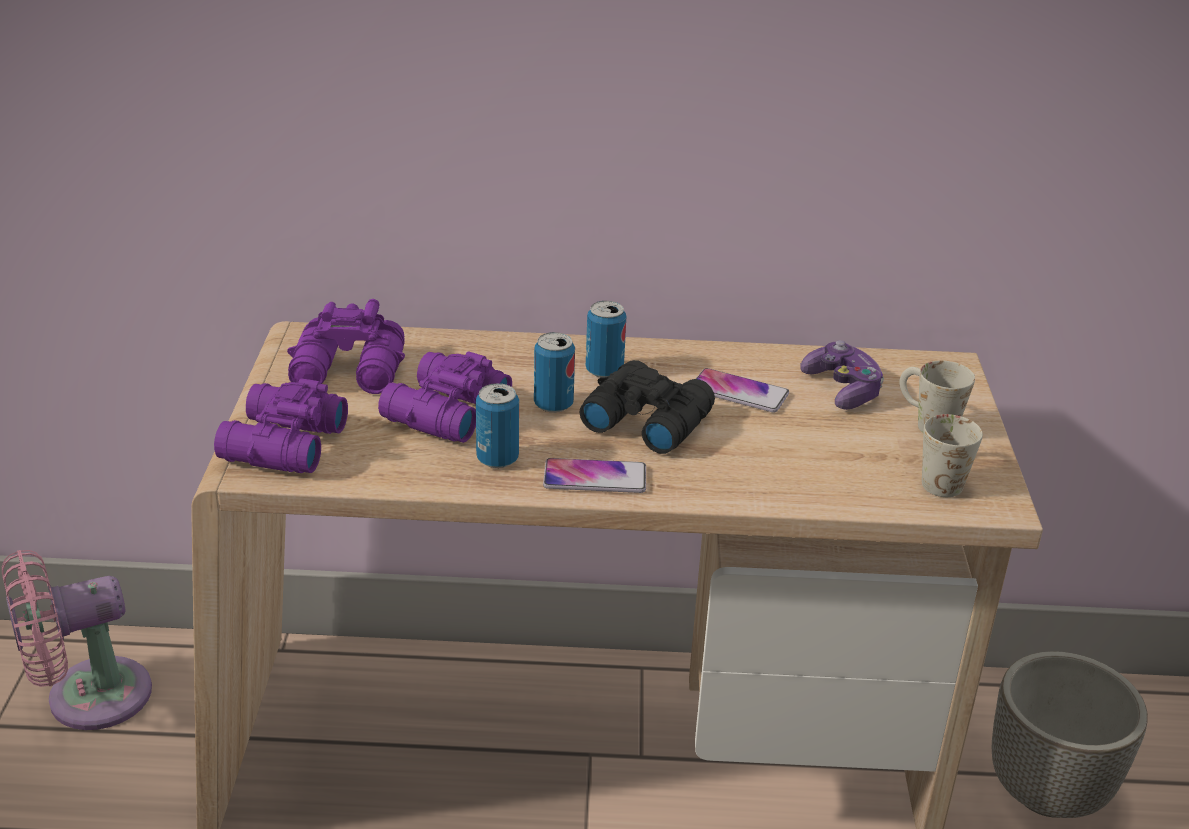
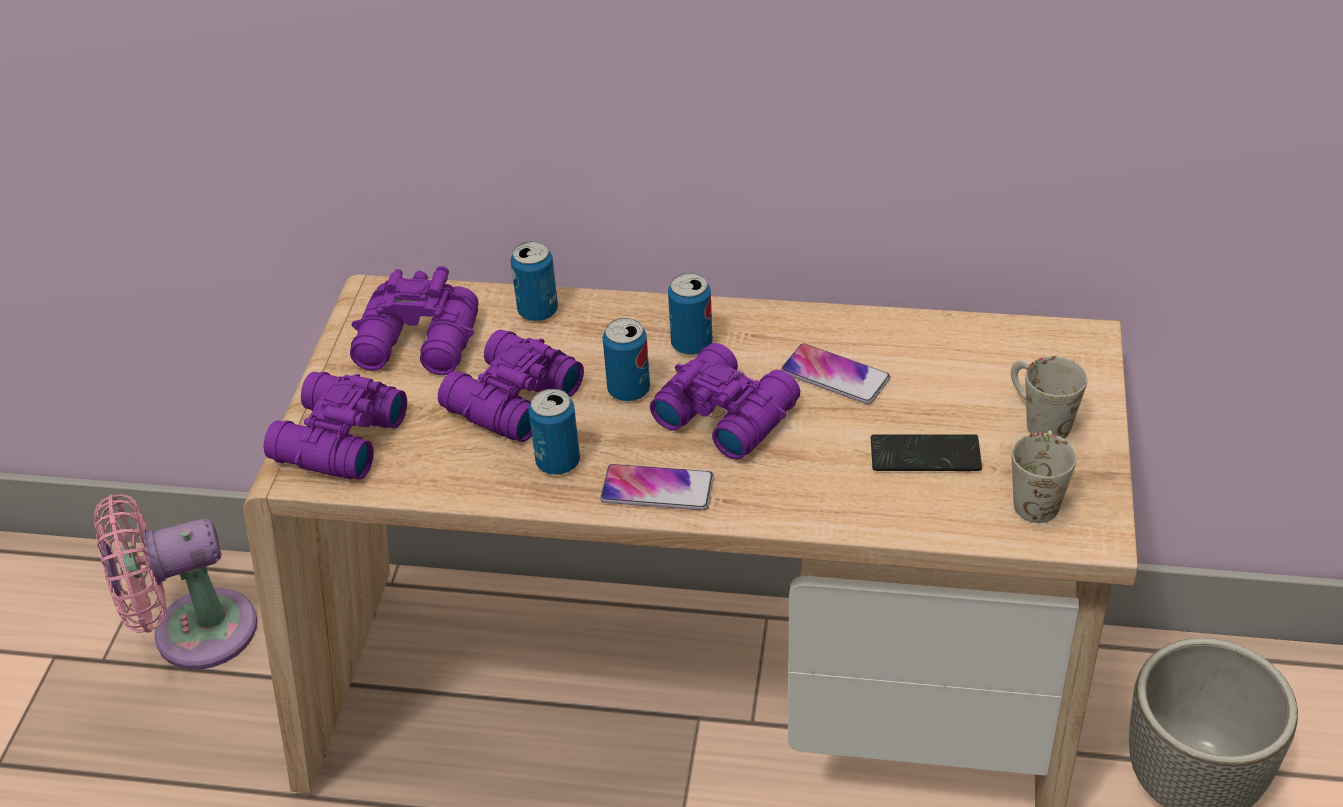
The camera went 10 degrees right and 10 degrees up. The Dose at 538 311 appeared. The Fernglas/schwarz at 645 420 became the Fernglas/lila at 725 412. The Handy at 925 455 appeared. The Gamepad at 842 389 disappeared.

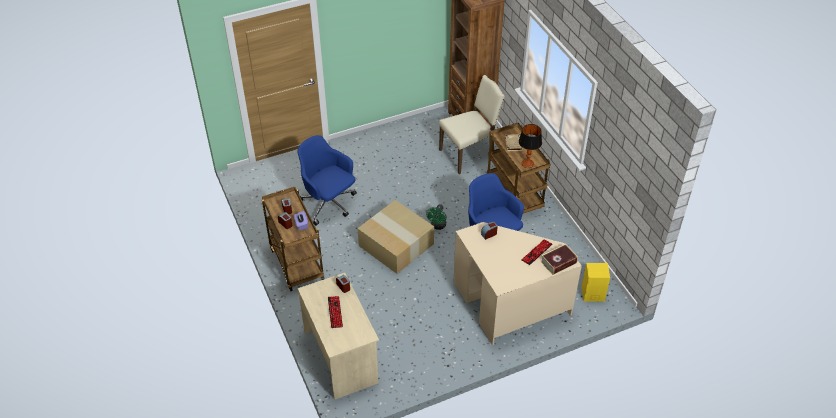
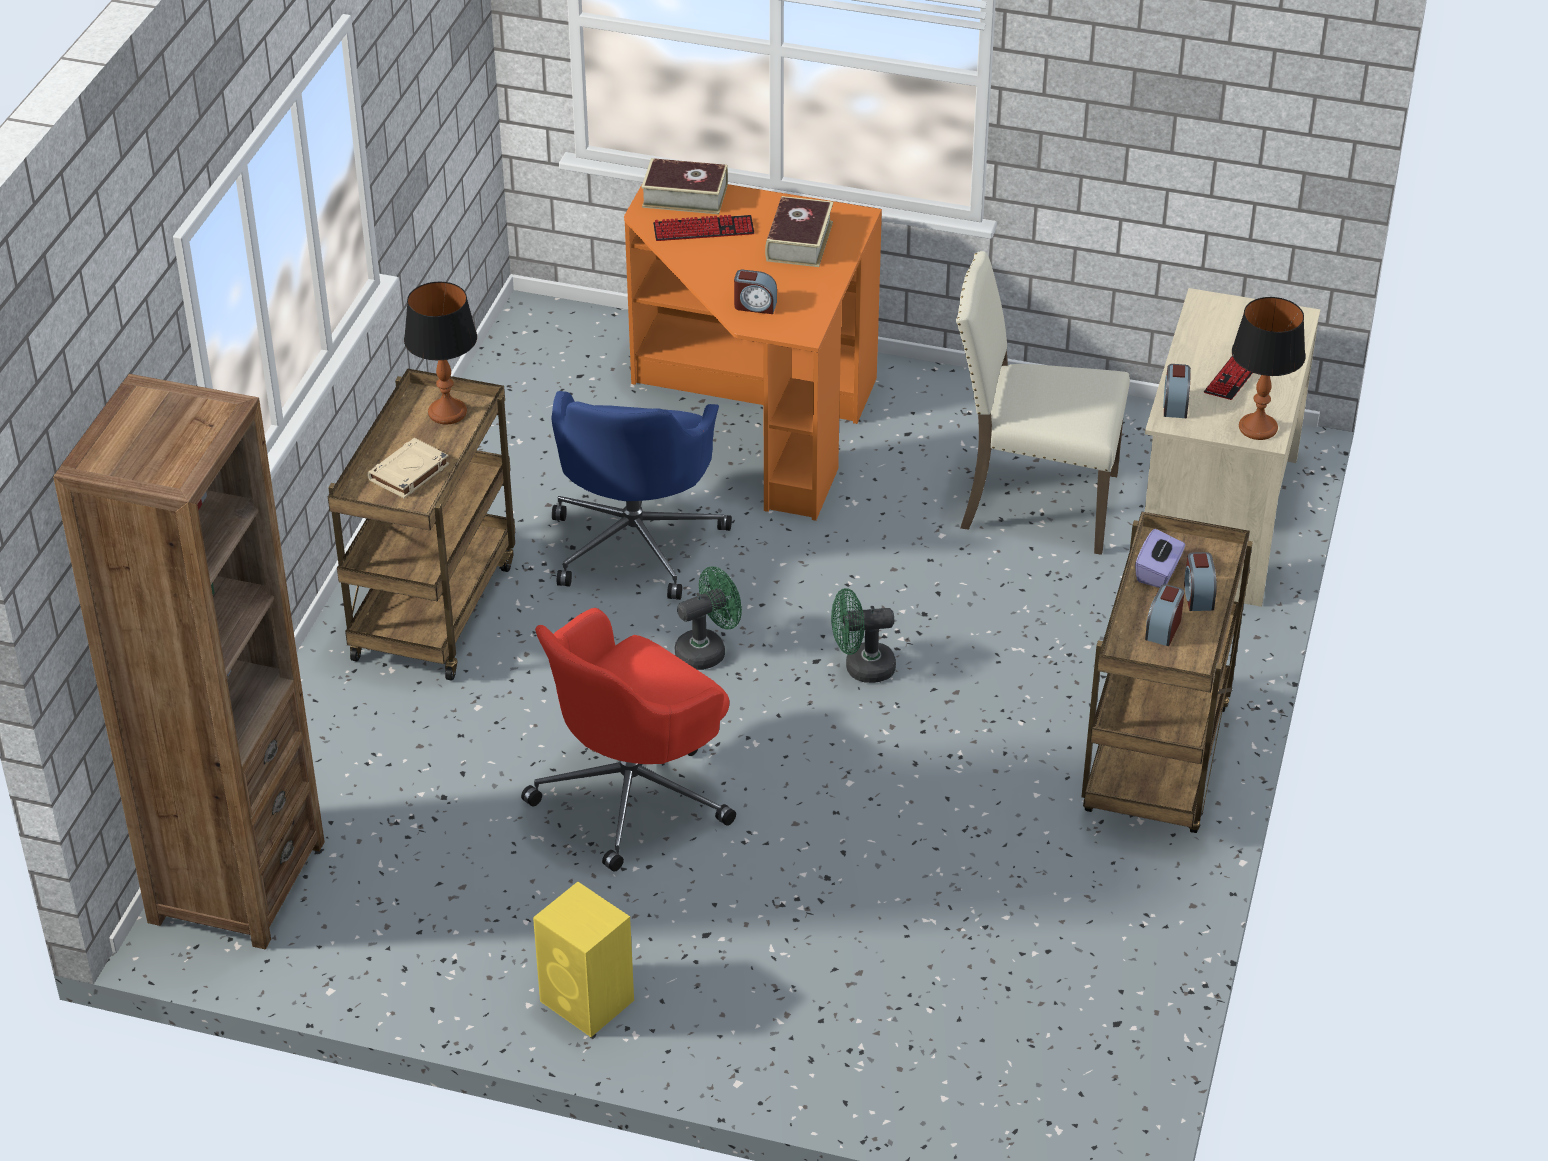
The camera went 140 degrees left and 5 degrees down. The Bürostuhl/rot at 634 793 appeared. The Lautsprecher/gelb moved from 592 294 to 588 1002. The Schreibtisch/beige at 509 305 became the Schreibtisch/orange at 754 418. The Buch at 799 241 appeared. The Karton at 395 245 was replaced by the Ventilator/grün at 861 668. The Stuhl/beige moved from 469 154 to 1034 503. The Tischlampe at 1258 428 appeared. The Bürostuhl/blau at 329 204 disappeared.

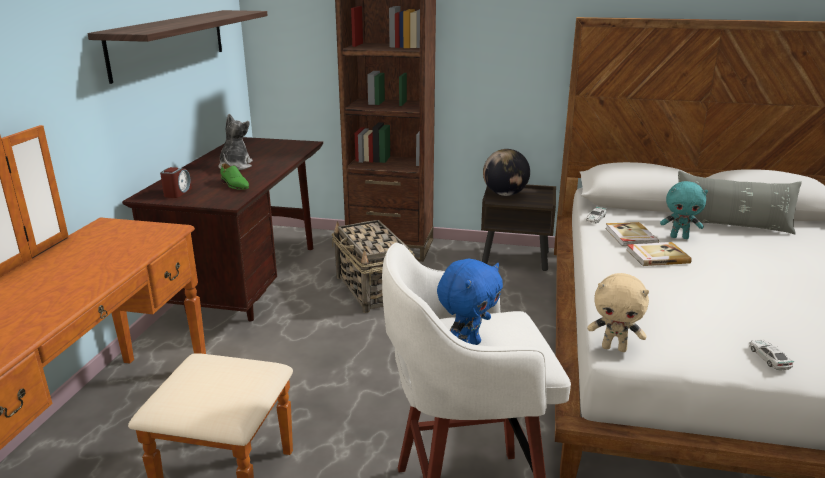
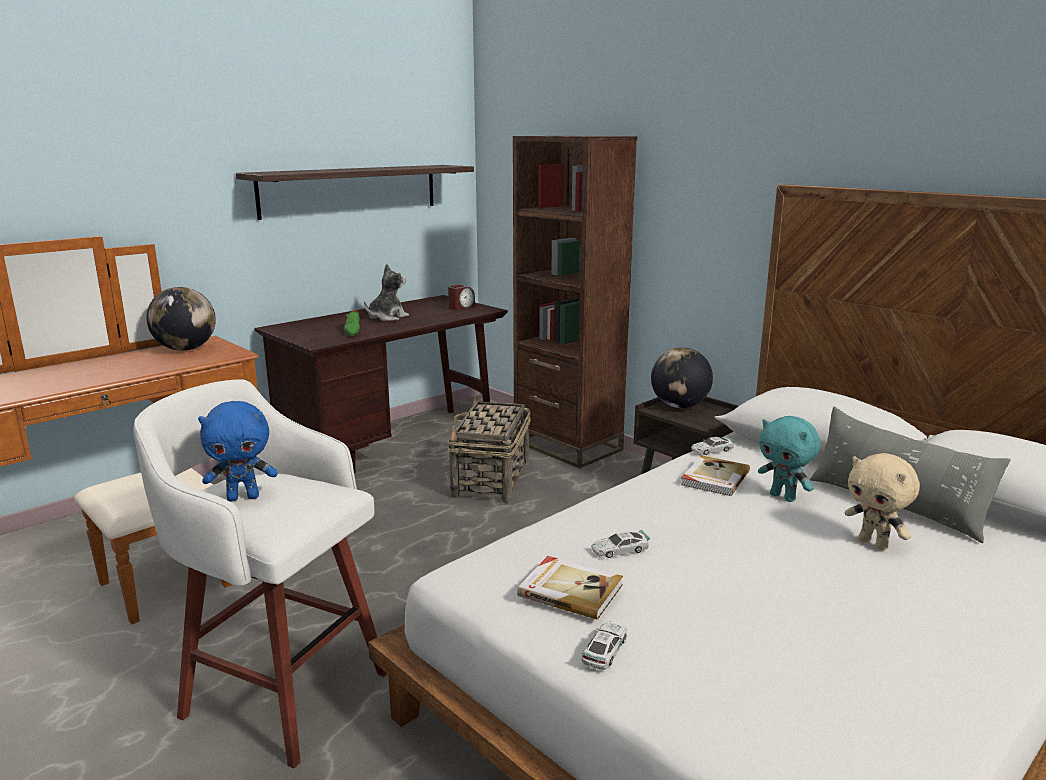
The camera went 35 degrees right and 5 degrees down. The Globus at 186 349 appeared. The Wecker moved from 177 193 to 461 307. The Buch moved from 656 256 to 570 590. The Spielzeugauto at 619 550 appeared. The Plüschtier/beige moved from 614 348 to 874 544.

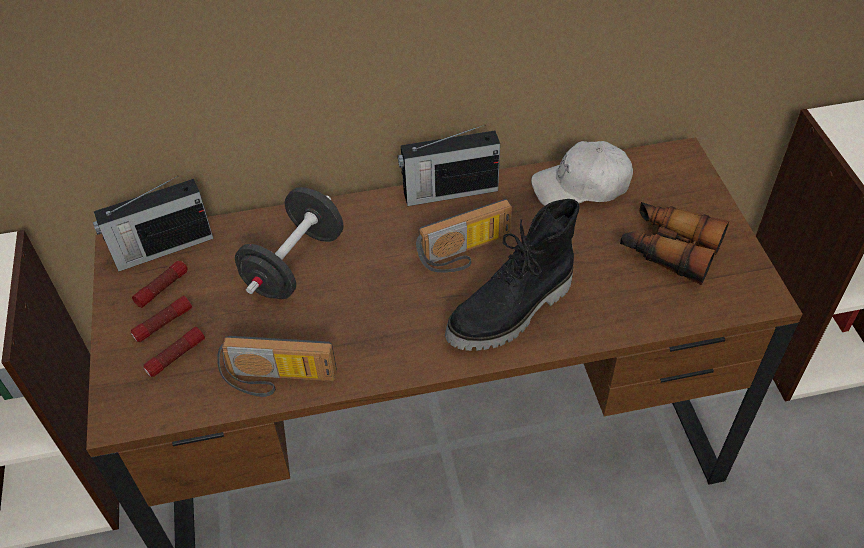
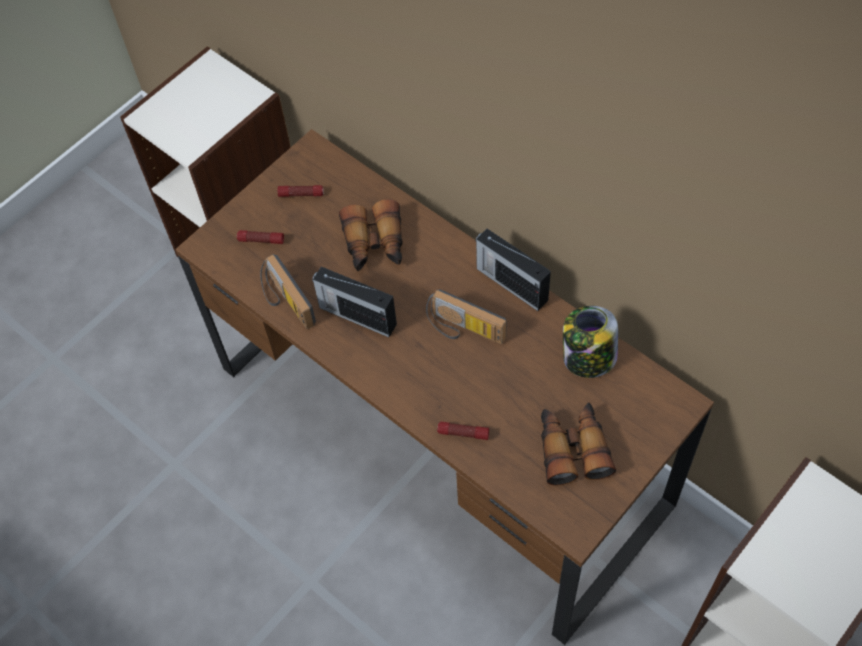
The camera went 55 degrees right and 10 degrees up. The Radio moved from 161 248 to 356 315. The Hantel/schwarz at 294 264 was replaced by the Fernglas at 374 245. The Taschenlampe moved from 163 324 to 463 433. The Kappe/weiß at 581 186 was replaced by the Vorratsglas at 588 358. The Stiefel/schwarz at 512 313 disappeared.

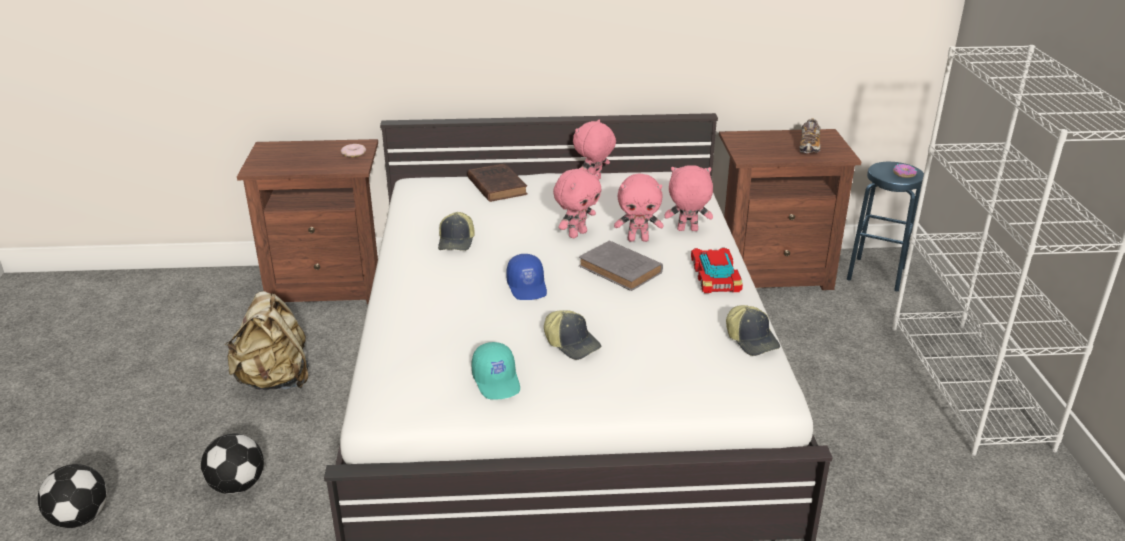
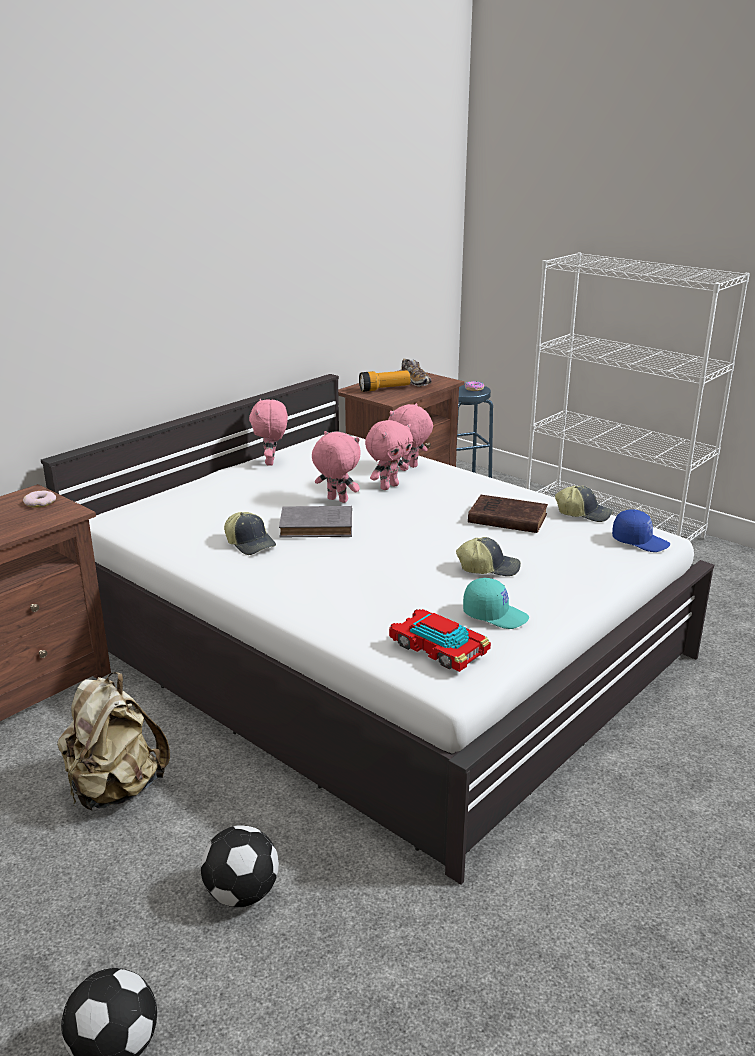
The camera went 45 degrees left and 5 degrees down. The Buch/grau moved from 622 270 to 319 526. The Plüschtier/rosa at 577 234 turned 60 degrees counterclockwise. The Taschenlampe at 384 389 appeared. The Spielzeugauto moved from 715 276 to 439 647. The Buch/braun moved from 496 186 to 505 518. The Kappe/blau moved from 528 287 to 640 541.

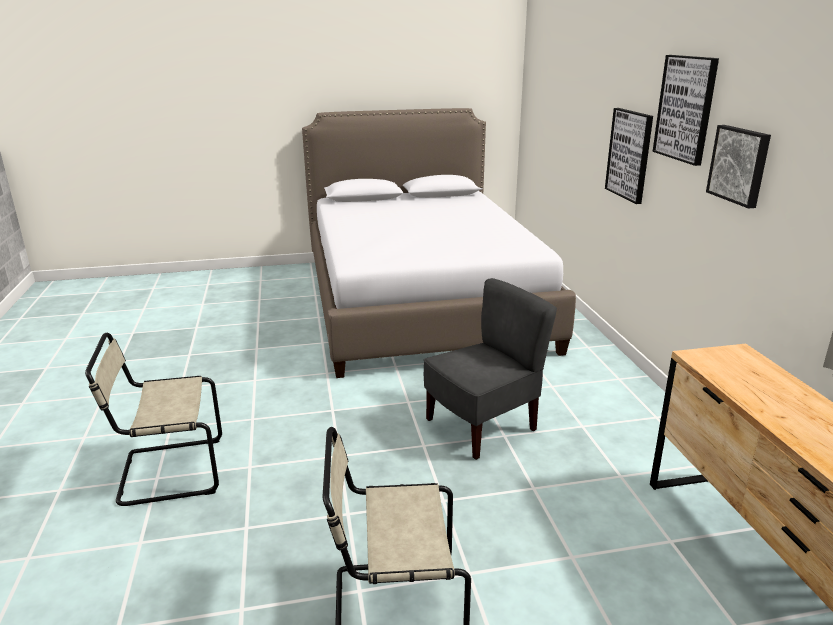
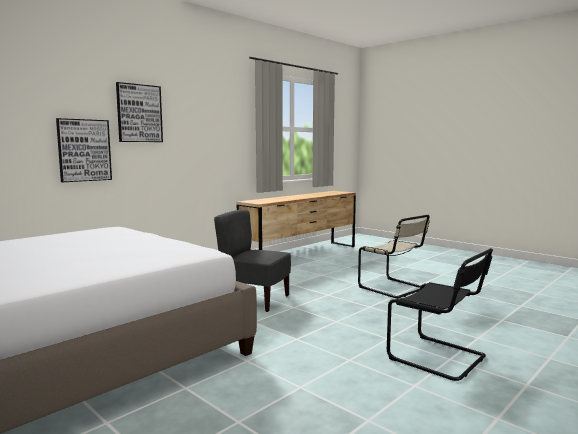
The camera went 125 degrees left and 15 degrees down. The Stuhl/beige at 168 472 became the Stuhl/schwarz at 440 358. The Bild at 740 165 disappeared.

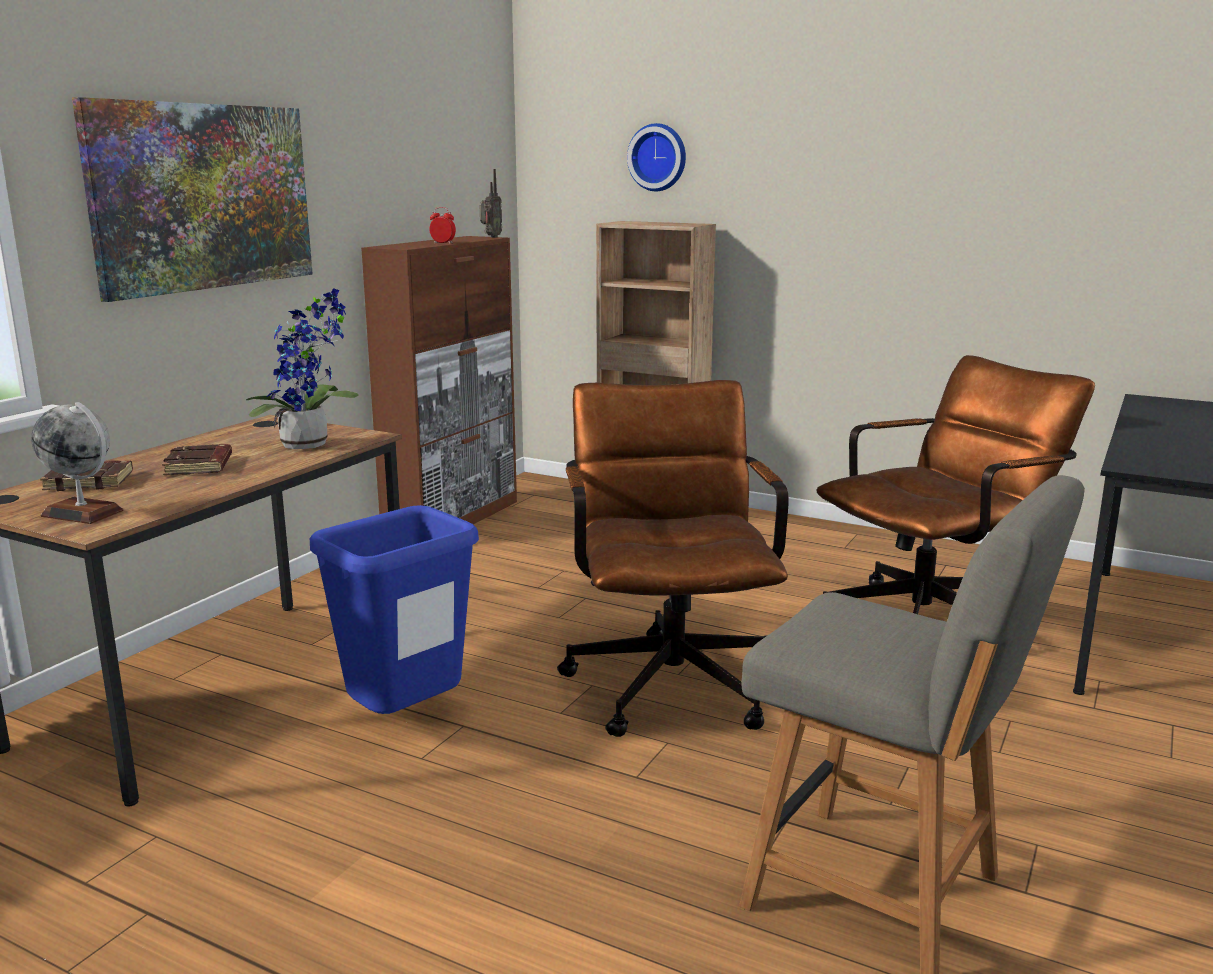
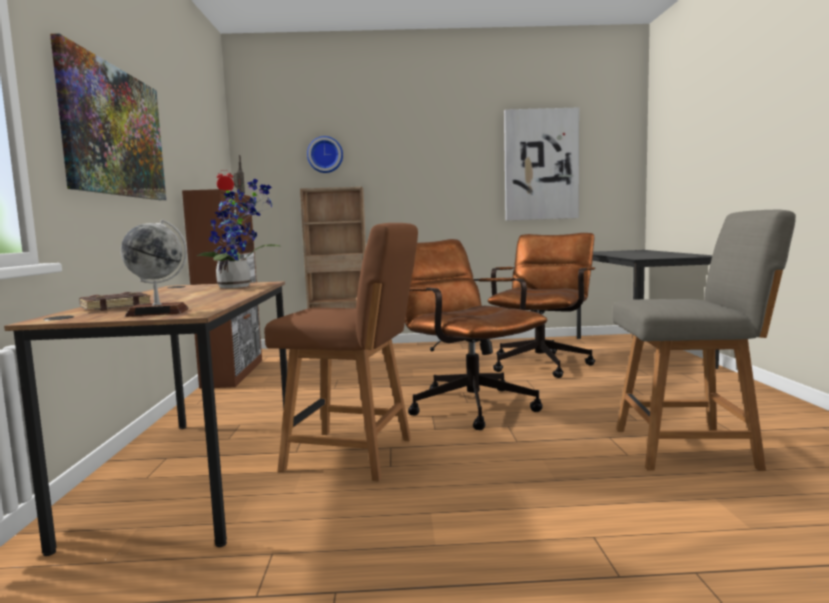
The camera went 30 degrees left and 10 degrees down. The Mülleimer/blau at 405 722 was replaced by the Stuhl/braun at 353 455. The Bild at 541 165 appeared. The Buch/braun at 200 466 disappeared.

